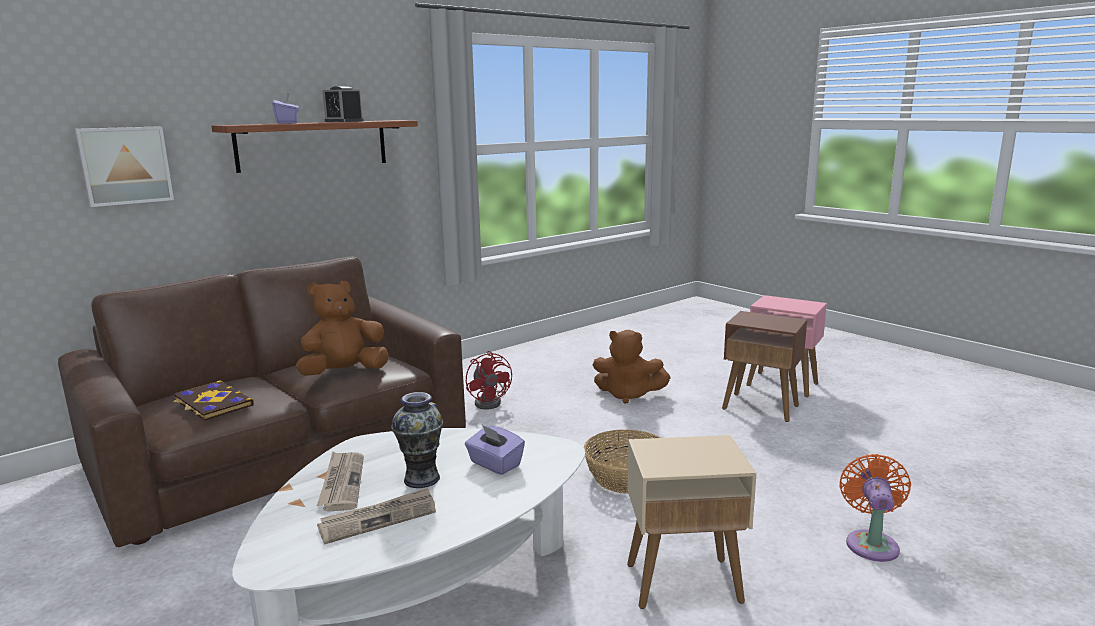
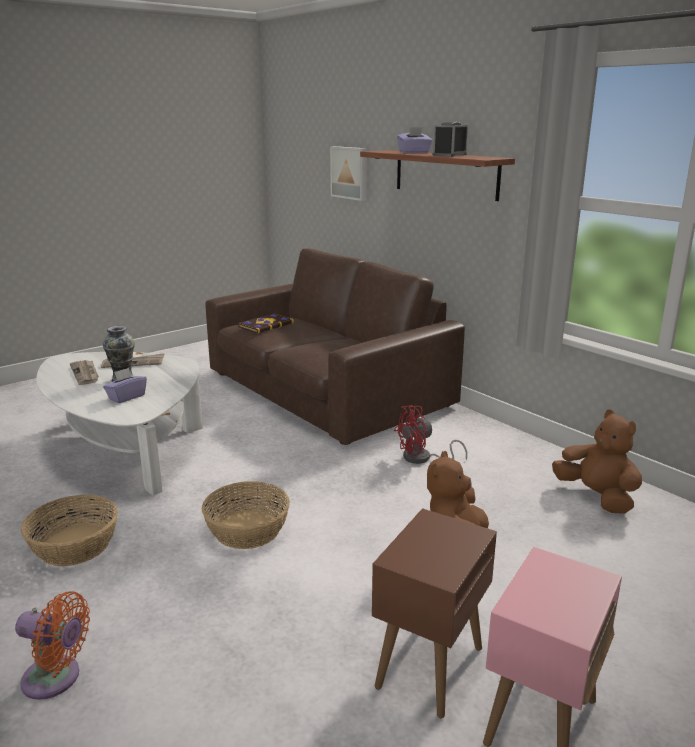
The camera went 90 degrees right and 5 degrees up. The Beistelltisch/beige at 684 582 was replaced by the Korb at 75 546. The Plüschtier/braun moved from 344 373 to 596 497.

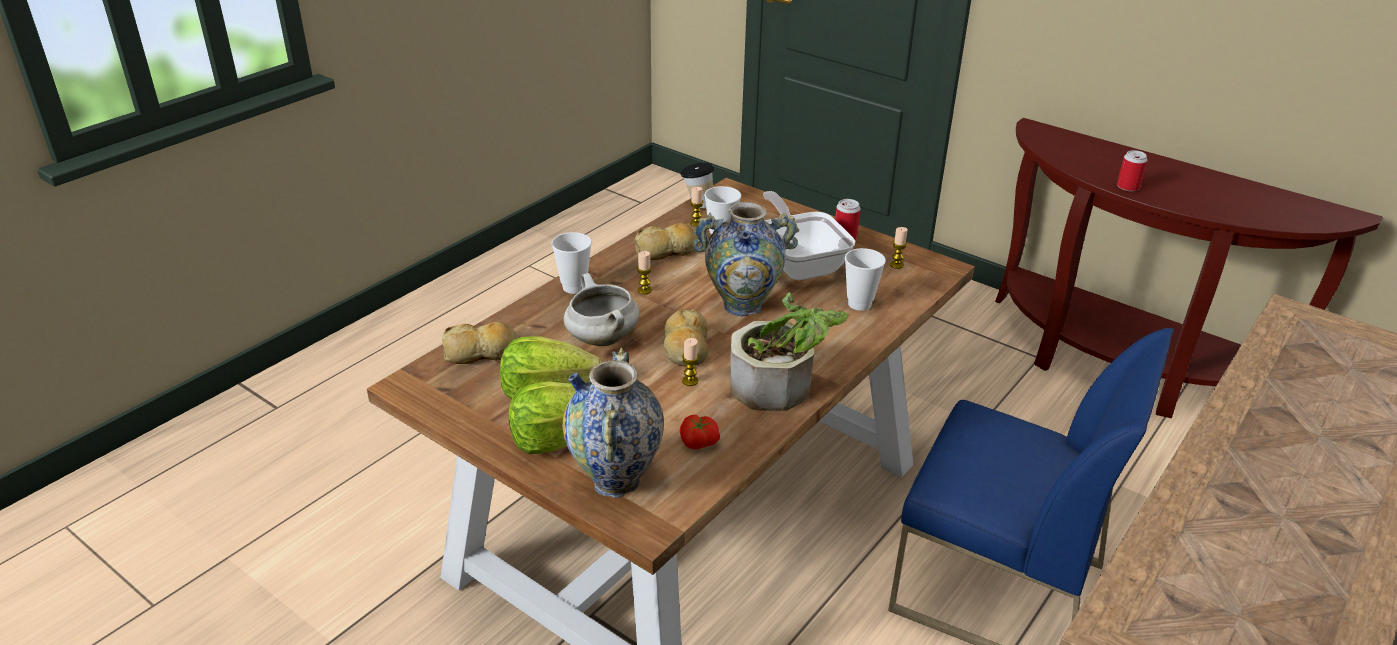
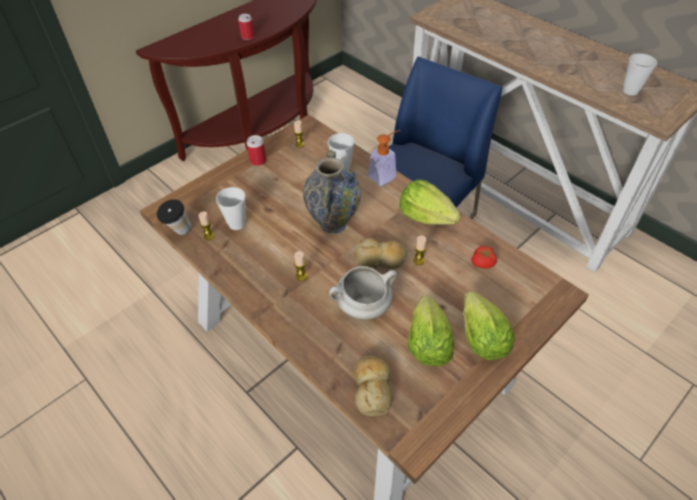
The camera went 80 degrees left and 15 degrees up. The Seifenspender at 385 175 appeared. The Topfpflanze at 782 385 was replaced by the Salatkopf at 426 217. The Tasse moved from 574 287 to 630 91. The Vase at 615 481 disappeared. The Brot at 667 250 disappeared. The Pfanne at 800 263 disappeared.

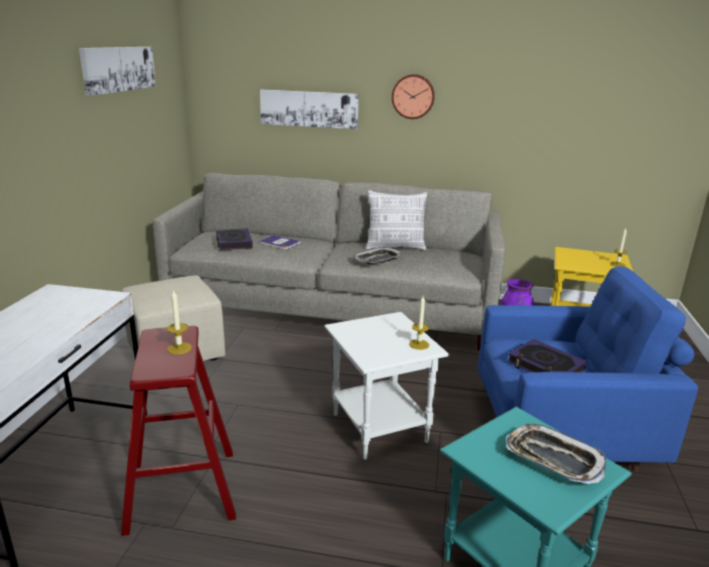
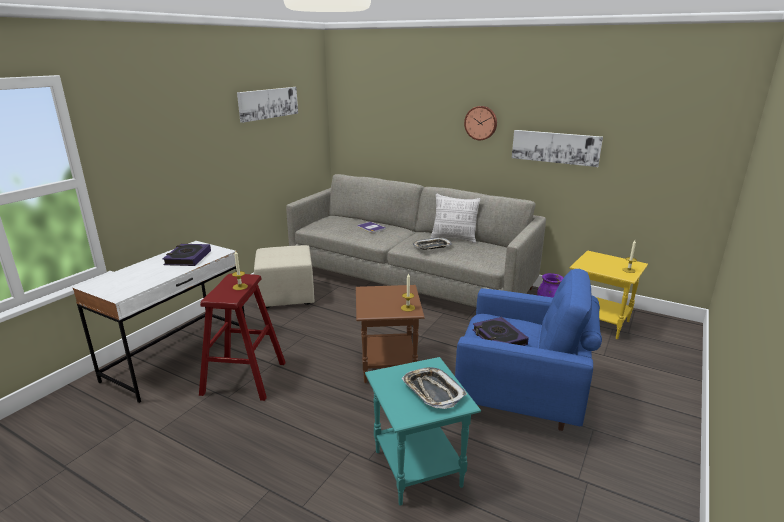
The camera went 20 degrees right and 0 degrees up. The Buch moved from 234 243 to 187 258. The Beistelltisch/weiß at 378 427 became the Beistelltisch/braun at 388 365. The Bild moved from 309 109 to 555 147.

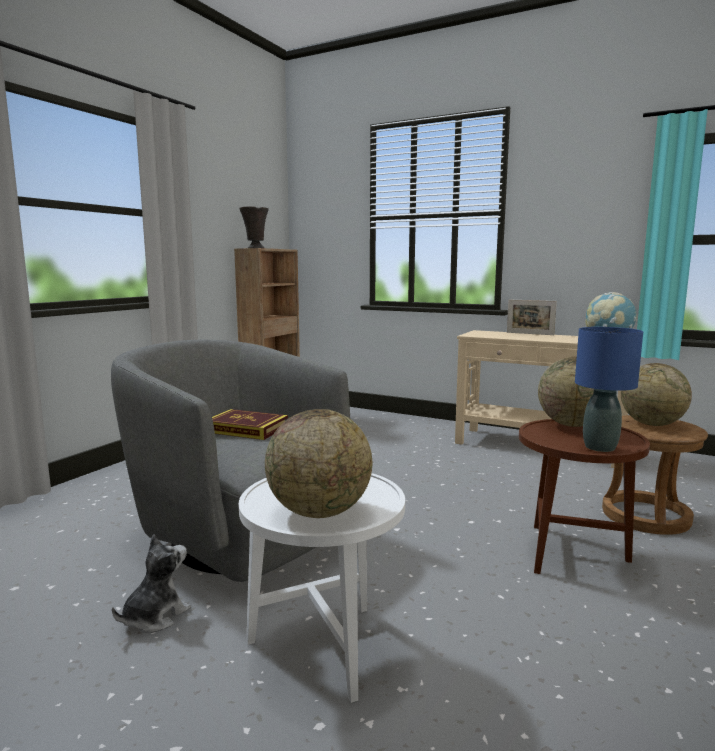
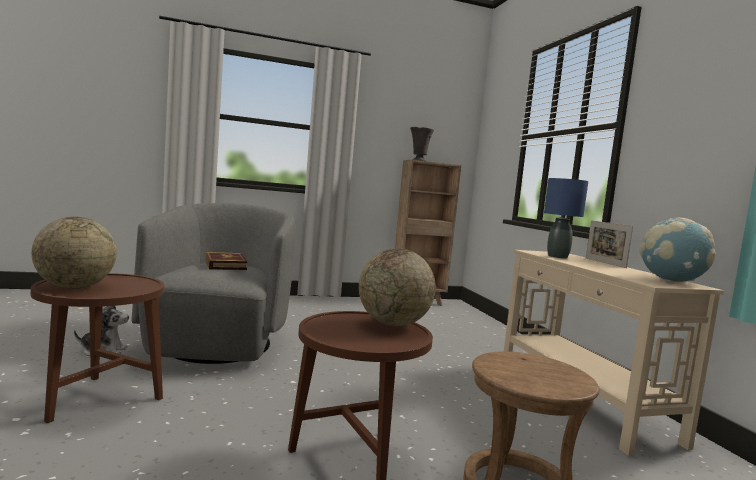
The camera went 45 degrees right and 5 degrees down. The Beistelltisch/weiß at 324 651 became the Beistelltisch/braun at 98 400. The Tischlampe/blau moved from 600 447 to 558 257. The Globus at 651 424 disappeared.

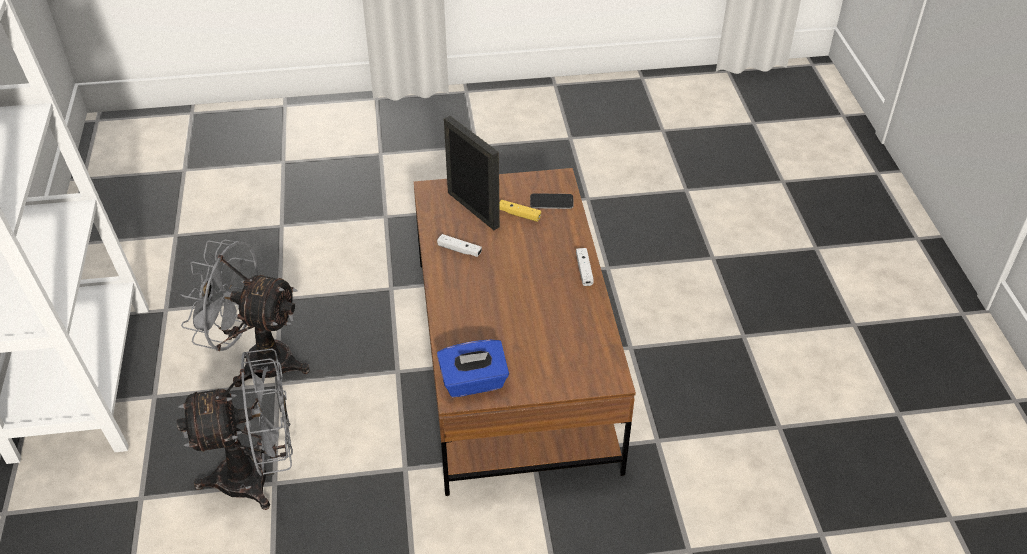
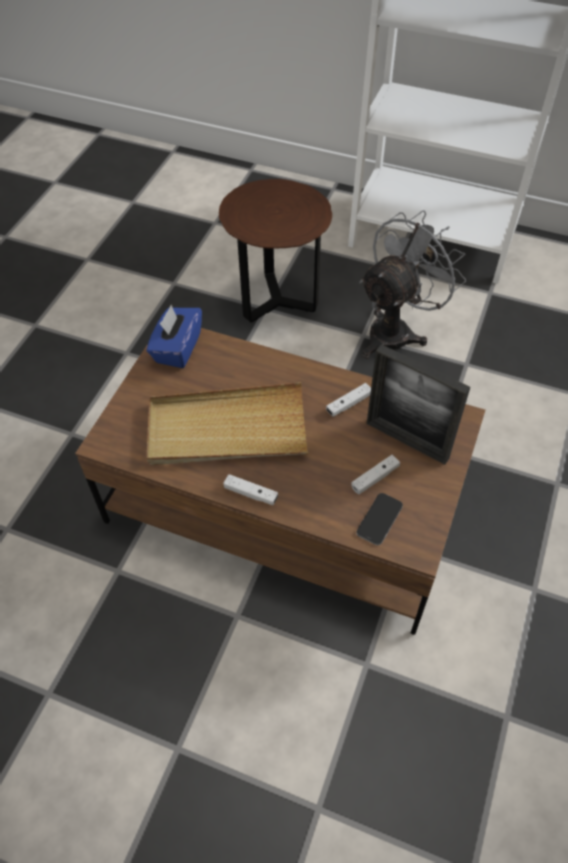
The camera went 120 degrees right and 10 degrees up. The Tablett/beige at 227 429 appeared. The Ventilator/grau at 258 476 was replaced by the Beistelltisch/braun at 277 302. The Gamepad/gelb at 519 214 became the Gamepad/weiß at 375 478. The Bilderrahmen at 473 209 turned 45 degrees clockwise.

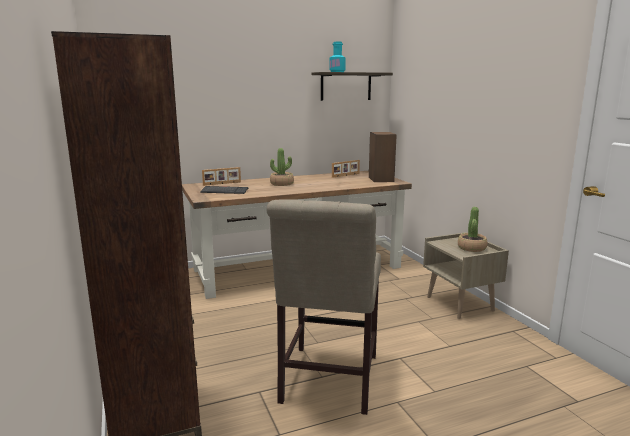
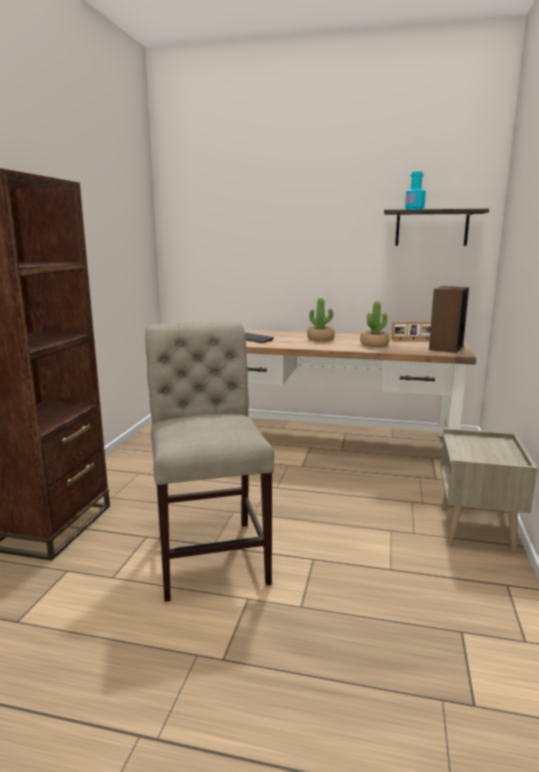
The camera went 35 degrees right and 0 degrees up. The Stuhl/beige at 327 382 turned 120 degrees clockwise. The Topfpflanze moved from 471 248 to 374 344. The Bilderrahmen at 222 184 disappeared.

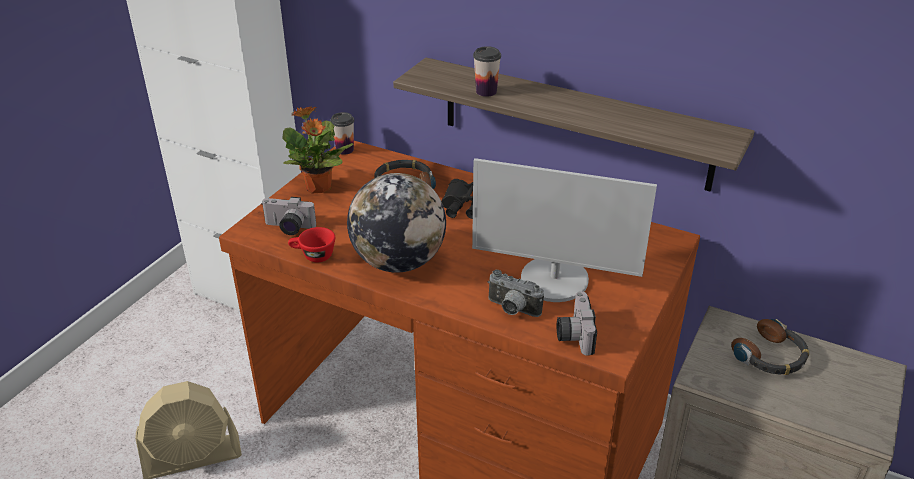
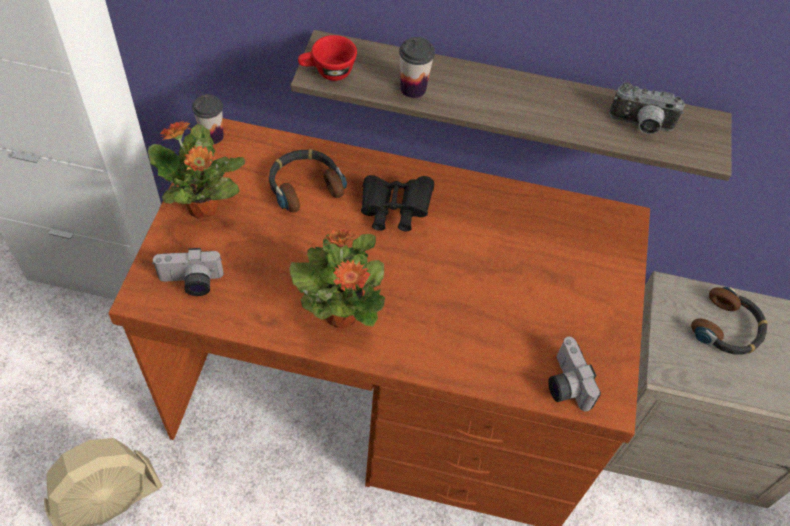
The camera went 20 degrees left and 20 degrees up. The Globus at 398 262 was replaced by the Topfpflanze at 341 313. The Tasse/rot moved from 313 256 to 327 72. The Kamera moved from 511 310 to 640 126. The Monitor at 554 280 disappeared.

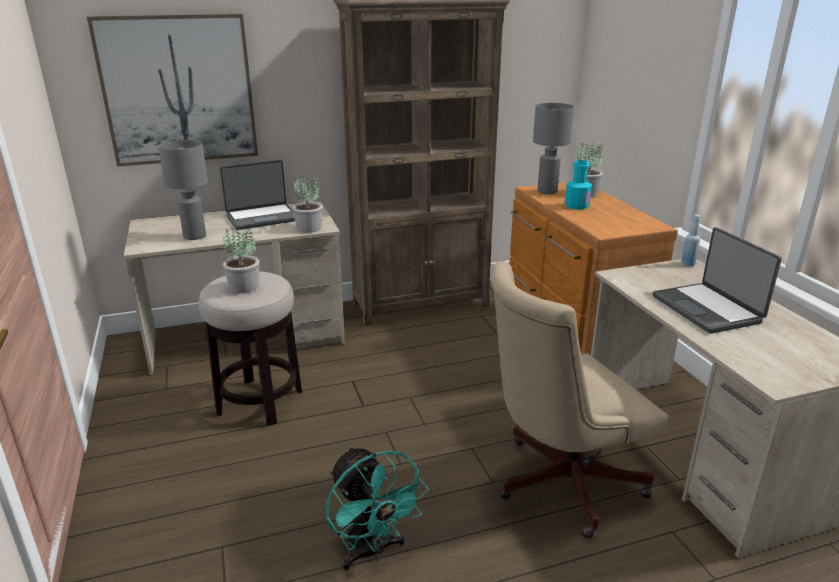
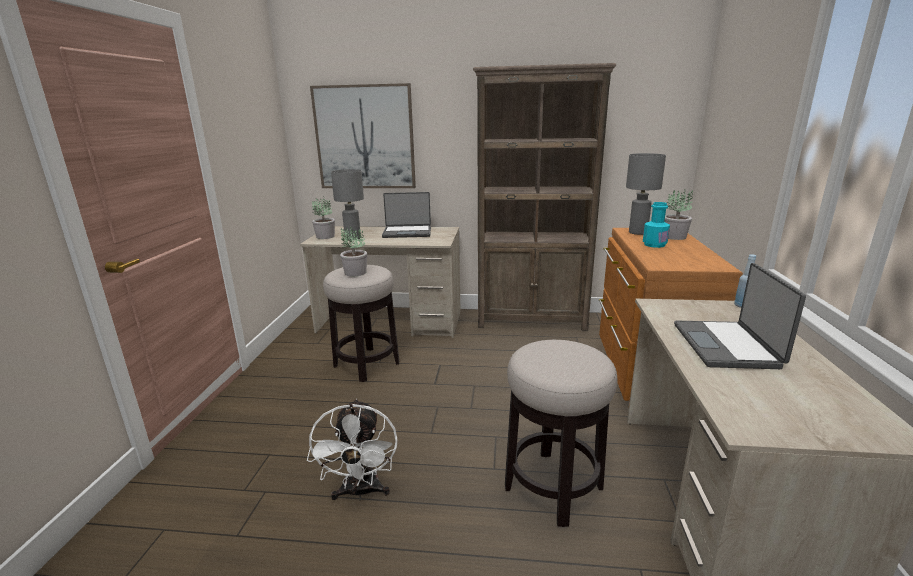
The camera went 25 degrees right and 5 degrees down. The Ventilator/türkis at 371 552 became the Ventilator/weiß at 361 492. The Topfpflanze moved from 308 228 to 325 236. The Bürostuhl/beige at 559 483 was replaced by the Hocker at 553 487.

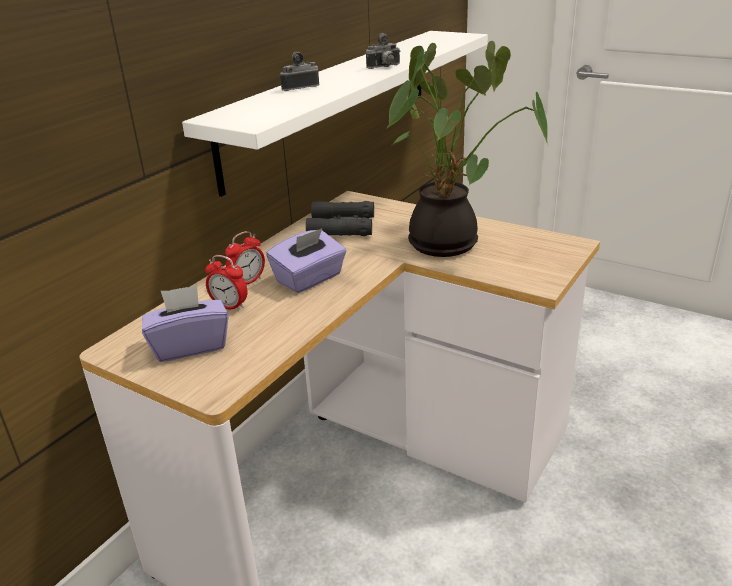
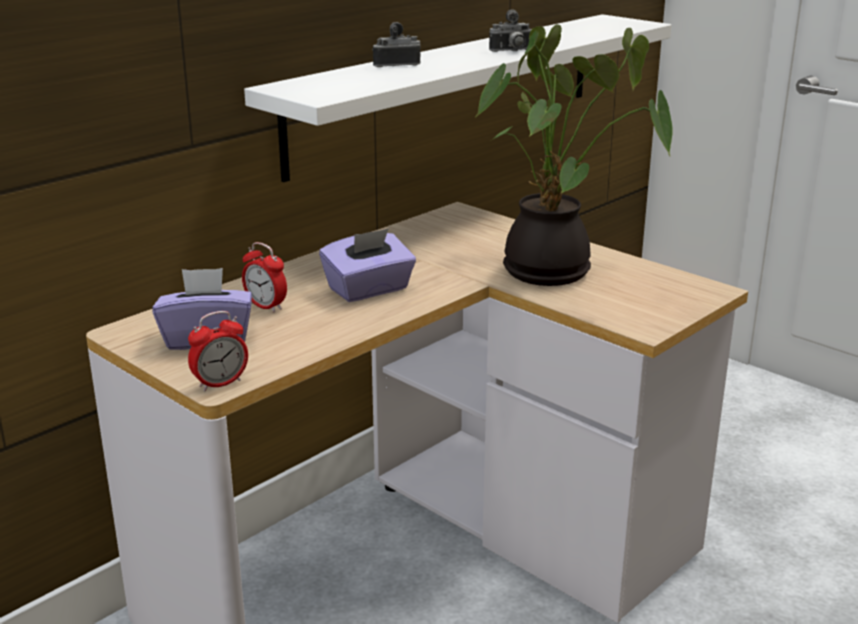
The camera went 10 degrees right and 5 degrees down. The Wecker moved from 248 282 to 220 383. The Fernglas/schwarz at 341 227 disappeared.

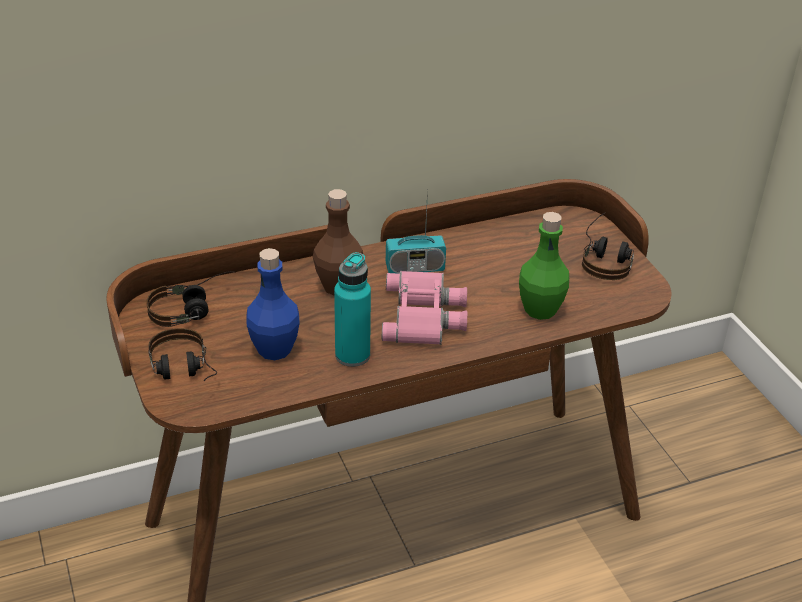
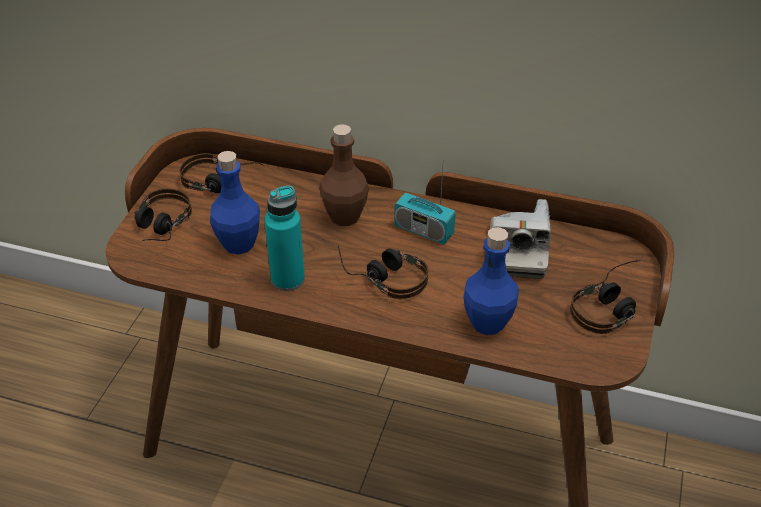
The camera went 40 degrees right and 5 degrees up. The Fernglas/rosa at 425 316 was replaced by the Kopfhörer at 383 276. The Flasche/grün at 540 310 became the Flasche/blau at 487 322. The Kamera at 516 252 appeared.

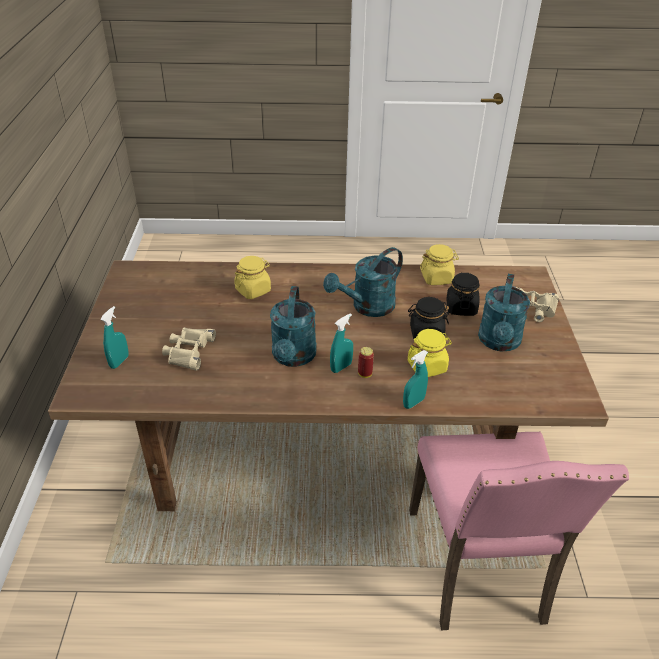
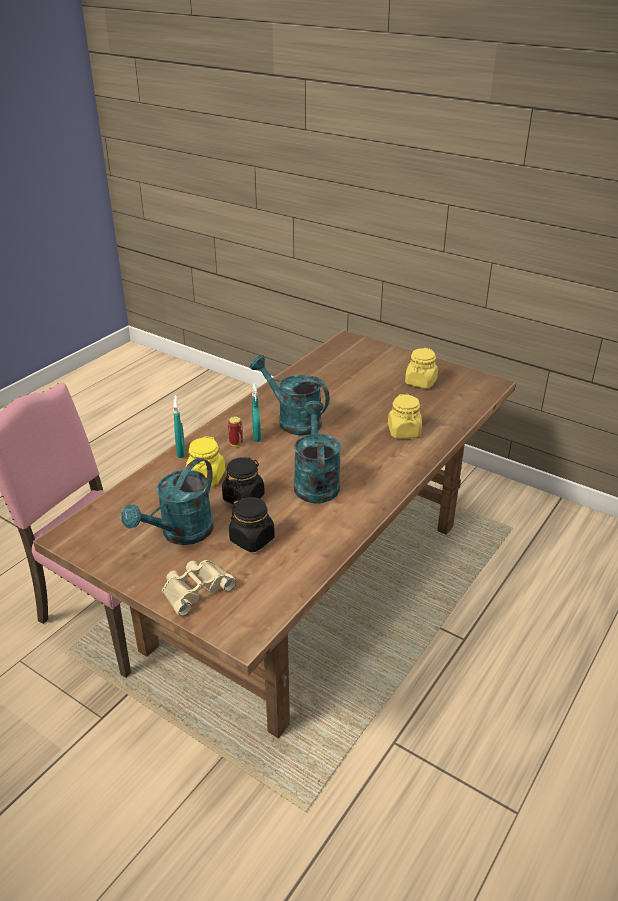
The camera went 125 degrees right and 5 degrees down. The Gießkanne/türkis at 499 342 turned 105 degrees counterclockwise. The Vorratsglas/gelb moved from 437 278 to 420 382. The Sprühflasche/türkis at 119 361 disappeared. The Fernglas/beige at 188 351 disappeared.

